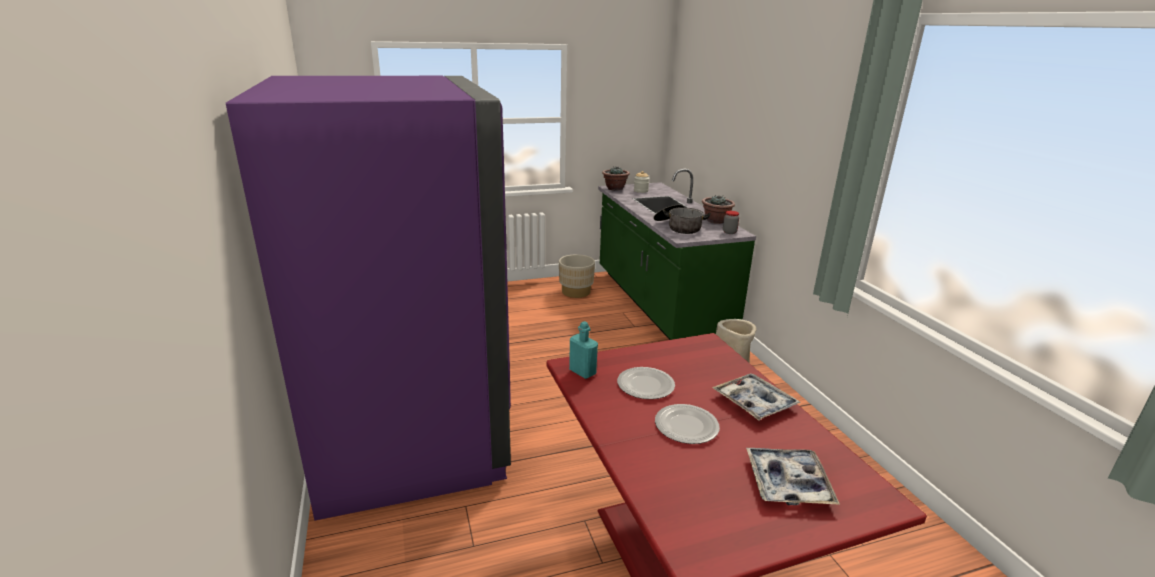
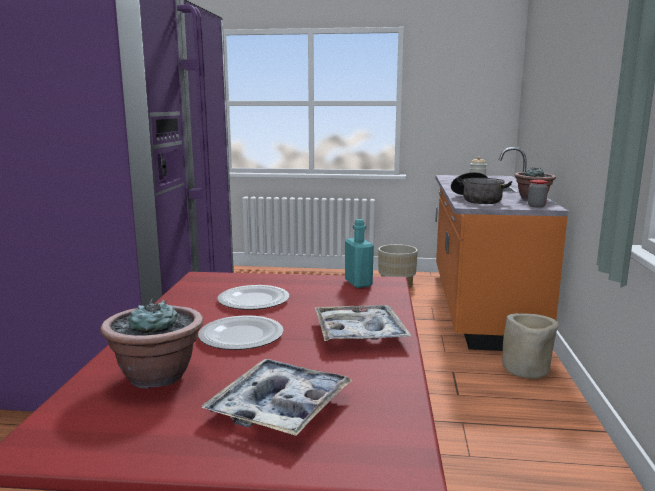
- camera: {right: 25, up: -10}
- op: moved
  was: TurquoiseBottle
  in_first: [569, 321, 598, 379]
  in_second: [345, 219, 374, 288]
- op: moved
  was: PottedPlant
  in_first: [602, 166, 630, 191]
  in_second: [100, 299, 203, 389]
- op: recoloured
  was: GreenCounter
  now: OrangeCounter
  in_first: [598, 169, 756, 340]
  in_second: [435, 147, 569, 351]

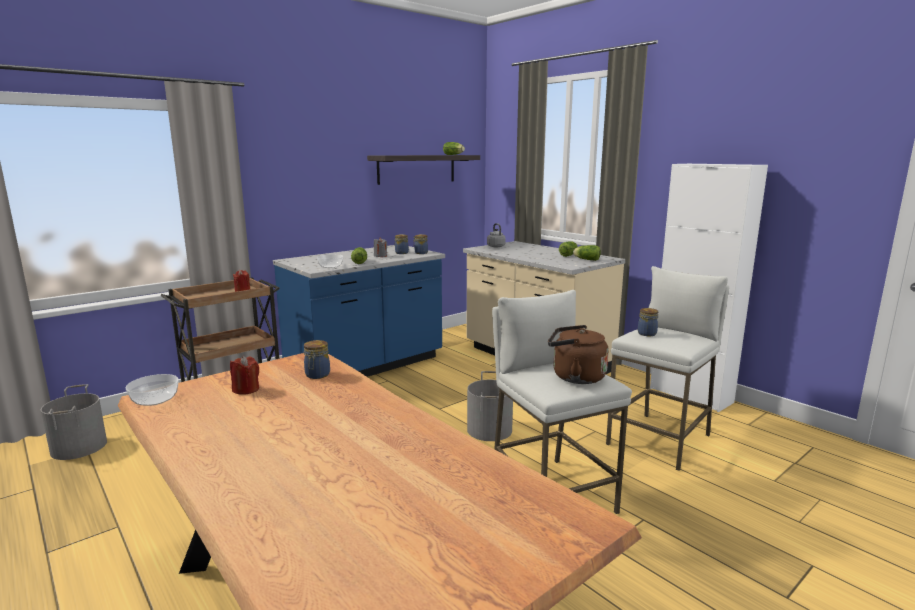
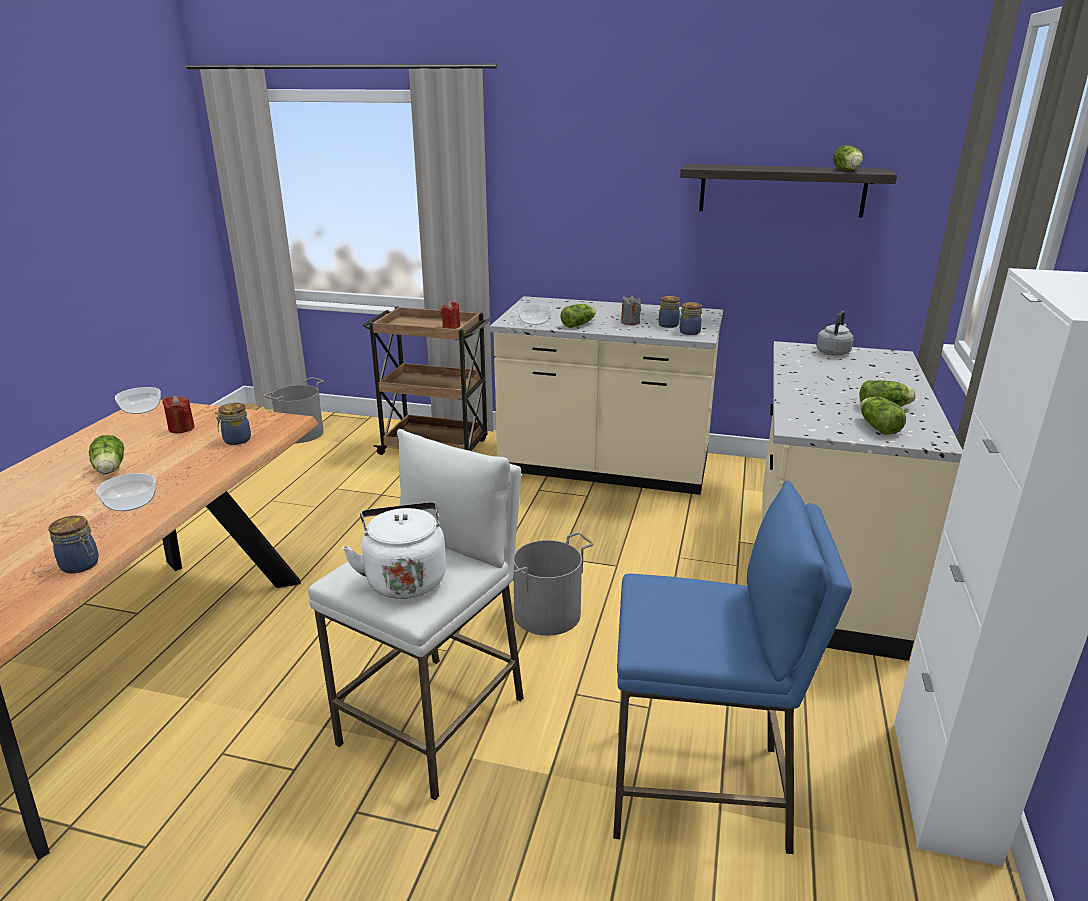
- camera: {right: 55, up: 10}
- op: added
  now: Lettuce
  in_second: [89, 435, 124, 474]
- op: added
  now: Bowl
  in_second: [96, 473, 156, 511]
- op: moved
  was: Jar
  in_first: [638, 308, 658, 336]
  in_second: [48, 515, 99, 574]
- op: recoloured
  was: BlueCounter
  now: BeigeCounter
  in_first: [273, 245, 445, 377]
  in_second: [490, 296, 723, 495]
- op: recoloured
  was: BrownKettle
  now: WhiteKettle
  in_first: [548, 325, 609, 384]
  in_second: [342, 502, 446, 599]
- op: recoloured
  was: WhiteStool
  now: BlueStool
  in_first: [606, 266, 729, 471]
  in_second: [613, 480, 852, 854]

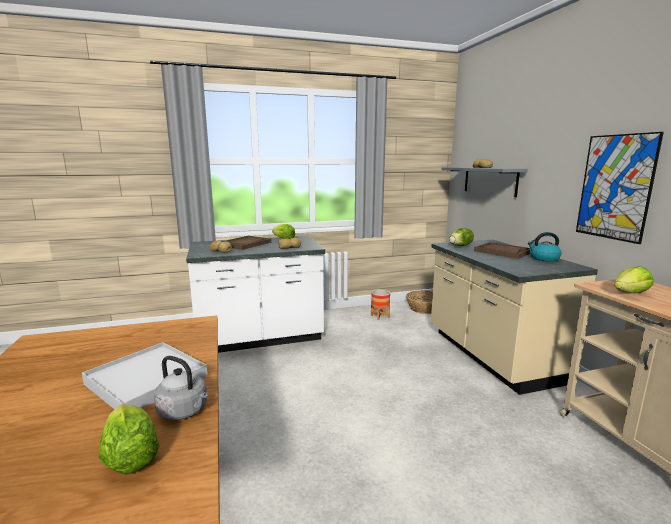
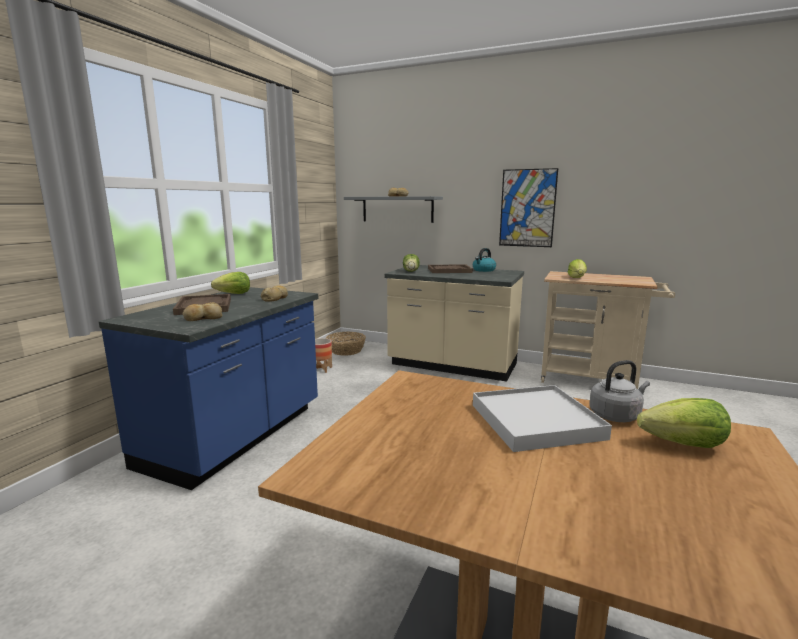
- camera: {right: -50, up: 0}
- op: recoloured
  was: WhiteCounter
  now: BlueCounter
  in_first: [186, 236, 325, 353]
  in_second: [99, 287, 318, 490]

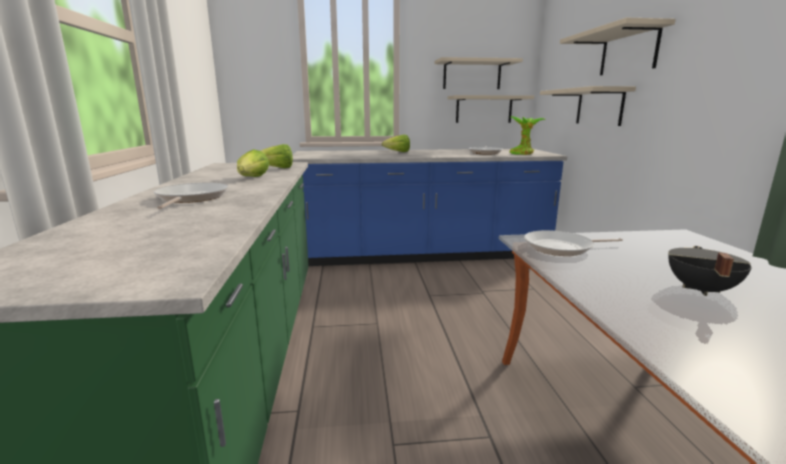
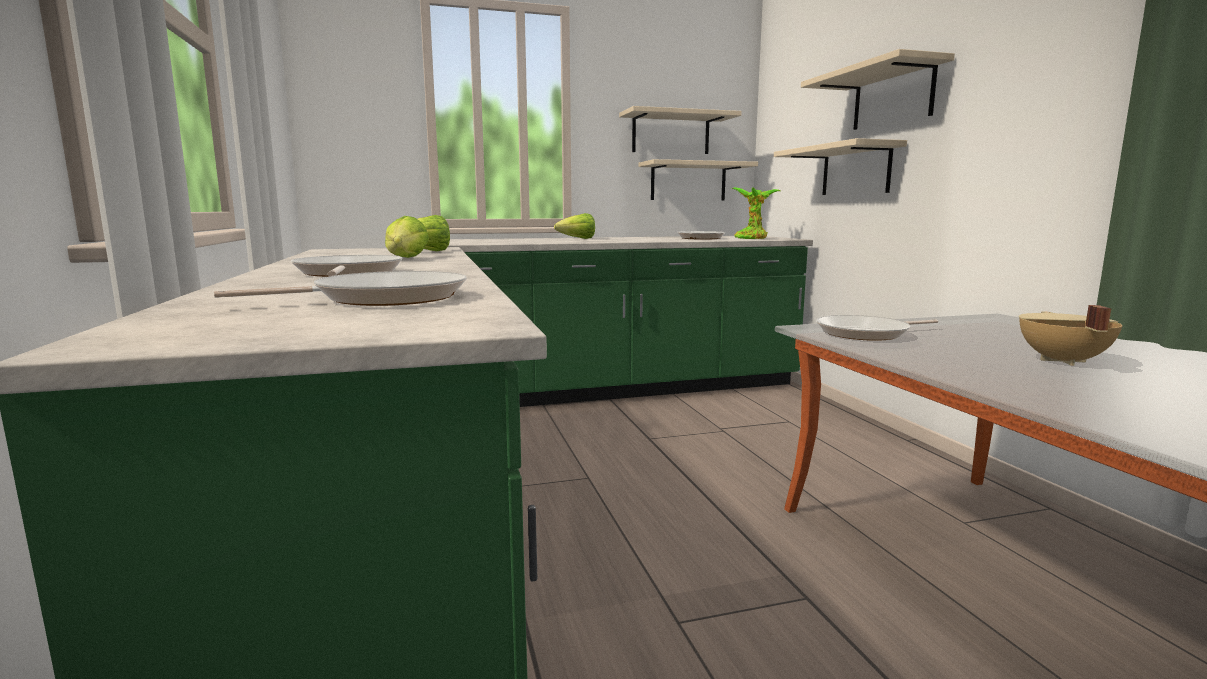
- camera: {right: -10, up: -5}
- op: added
  now: FryingPan
  in_second: [214, 271, 467, 306]
- op: recoloured
  was: BlueCounter
  now: GreenCounter
  in_first: [292, 149, 567, 266]
  in_second: [448, 236, 813, 407]
- op: recoloured
  was: BlackCookingPot
  now: BeigeCookingPot
  in_first: [668, 246, 752, 296]
  in_second: [1019, 305, 1122, 366]

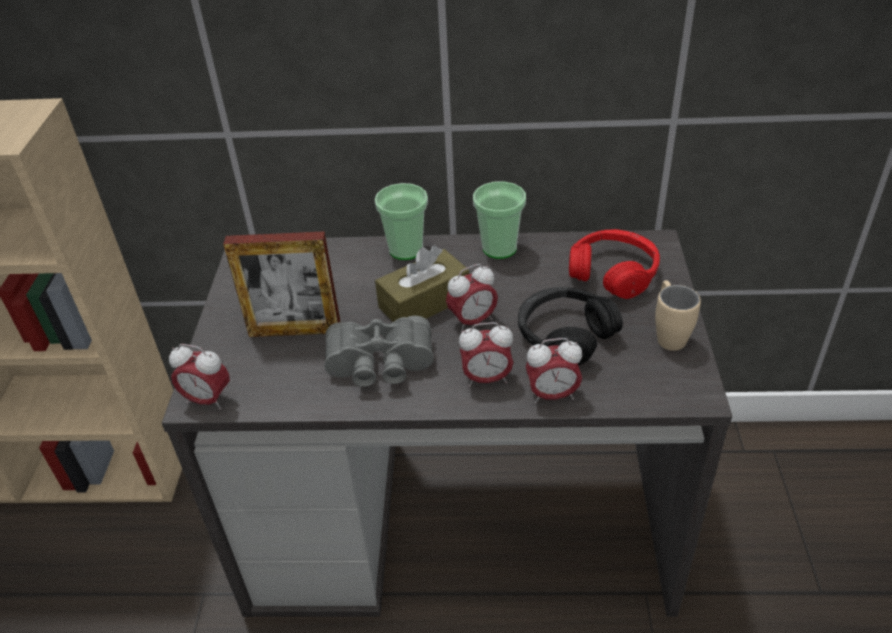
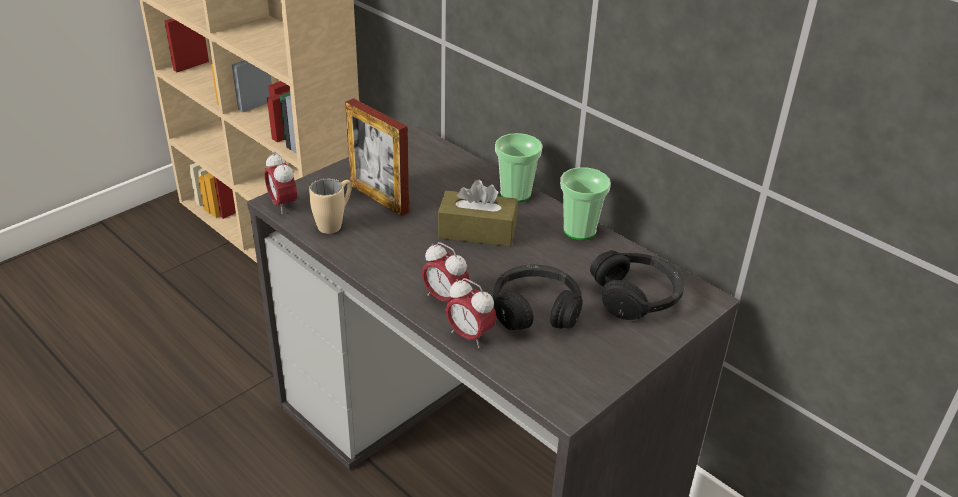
- camera: {right: 40, up: -5}
- op: removed
  was: GreyBinoculars
  in_first: [324, 316, 434, 387]
- op: removed
  was: AlarmClock
  in_first: [446, 264, 498, 332]
- op: moved
  was: BeigeMug
  in_first: [655, 281, 701, 351]
  in_second: [309, 178, 352, 234]
- op: recoloured
  was: RedHeadphones
  now: BlackHeadphones
  in_first: [569, 229, 660, 299]
  in_second: [590, 250, 684, 320]

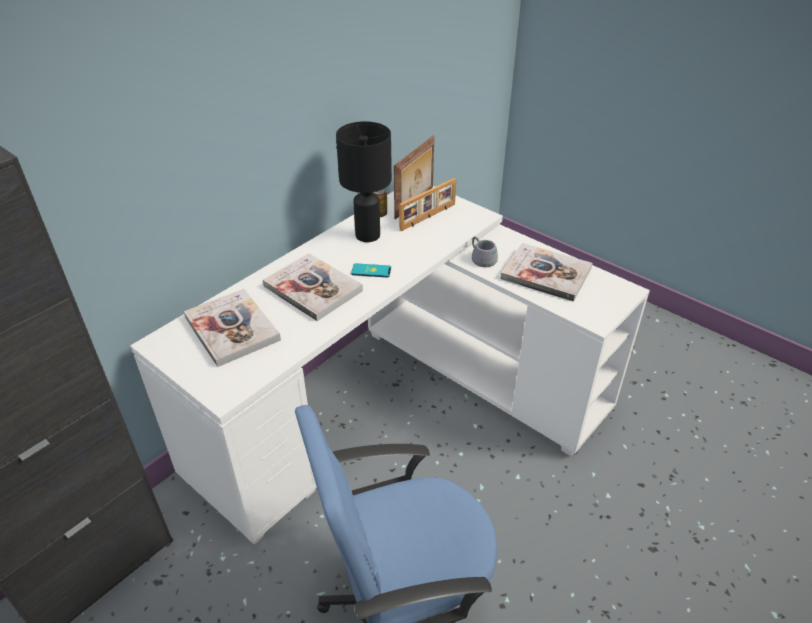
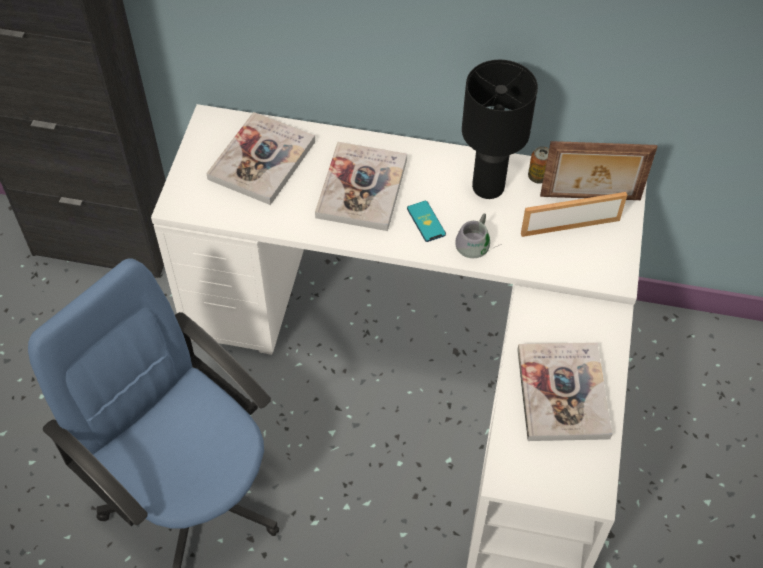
- camera: {right: 60, up: 15}
- op: moved
  was: GreyMug
  in_first: [472, 236, 498, 267]
  in_second: [455, 213, 502, 258]
- op: turned
  was: PictureFrame
  in_first: [399, 178, 456, 231]
  in_second: [521, 192, 627, 237]
  clockwise: 150

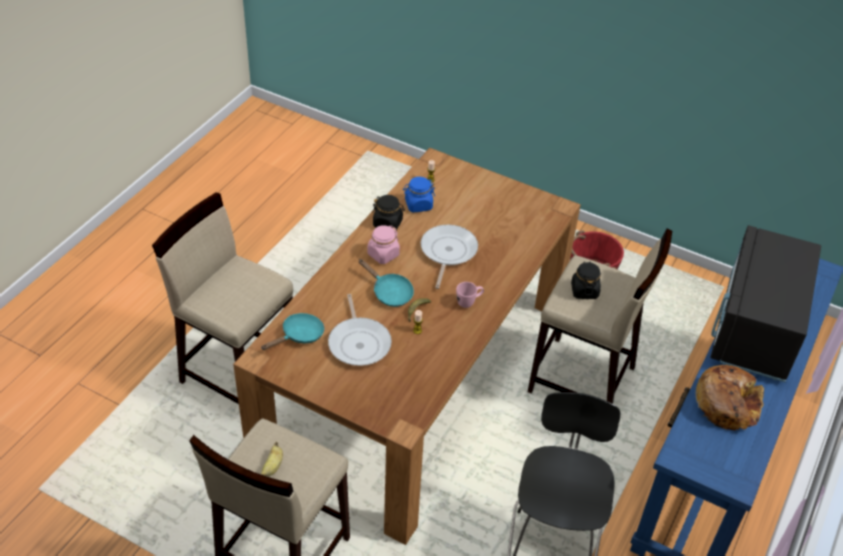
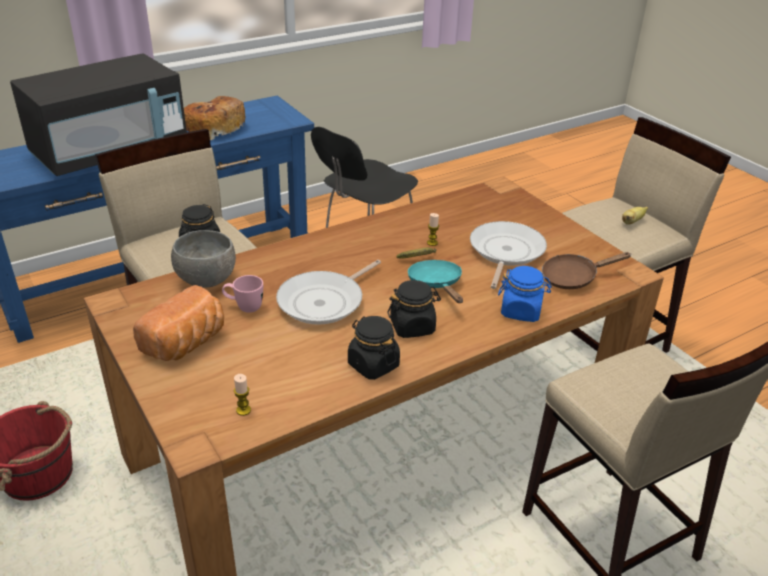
- camera: {right: -150, up: -10}
- op: added
  now: Bread
  in_second: [133, 285, 224, 361]
- op: added
  now: GreyBowl
  in_second: [171, 230, 236, 288]
- op: moved
  was: BlueJar
  in_first: [403, 177, 435, 212]
  in_second: [498, 266, 552, 322]
- op: moved
  was: PinkMug
  in_first: [456, 282, 484, 308]
  in_second: [222, 275, 263, 313]
- op: recoloured
  was: TurquoiseFryingPan
  now: BrownFryingPan
  in_first: [261, 313, 324, 350]
  in_second: [542, 252, 631, 289]
- op: recoloured
  was: PinkJar
  now: BlackJar
  in_first: [368, 225, 400, 264]
  in_second: [387, 280, 441, 338]

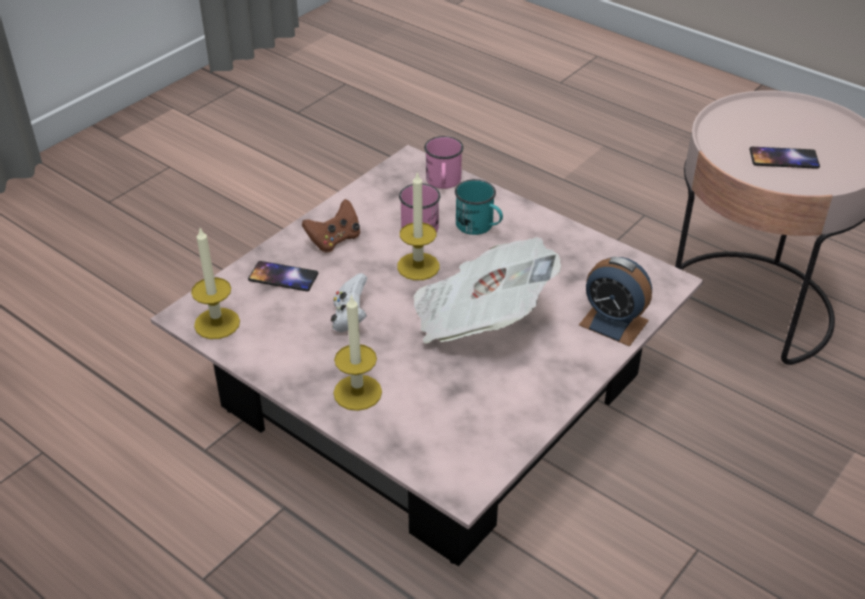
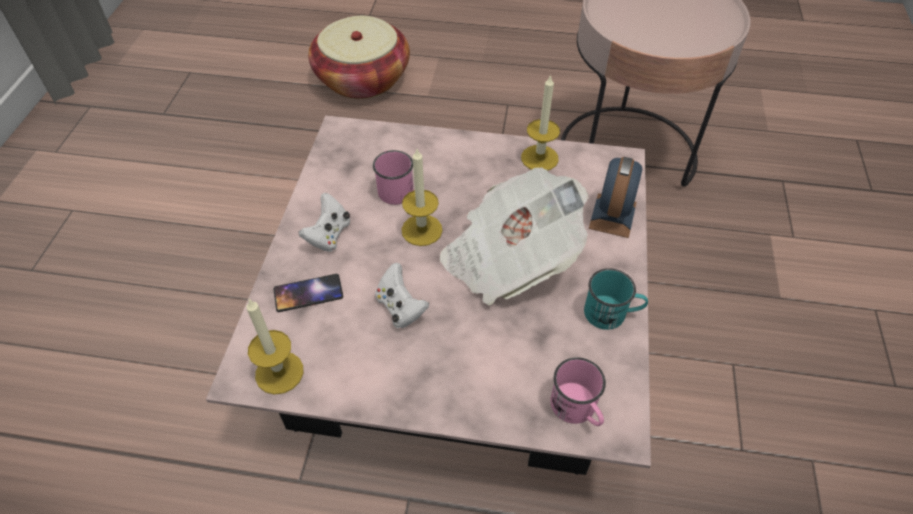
- camera: {right: -30, up: 10}
- op: removed
  was: Phone
  in_first: [749, 147, 820, 169]
- op: added
  now: Basket
  in_second: [308, 16, 410, 99]
- op: moved
  was: Candle
  in_first: [334, 294, 382, 411]
  in_second: [521, 74, 560, 171]
- op: moved
  was: PinkMug
  in_first: [424, 136, 463, 189]
  in_second: [550, 357, 606, 426]
- op: moved
  was: TurquoiseMug
  in_first: [455, 179, 503, 235]
  in_second: [584, 268, 648, 330]
- op: recoloured
  was: BrownGameController
  now: WhiteGameController
  in_first: [302, 199, 360, 252]
  in_second: [298, 193, 350, 252]
- op: turned
  was: AlarmClock
  in_first: [579, 257, 652, 346]
  in_second: [589, 157, 642, 238]
  clockwise: -75

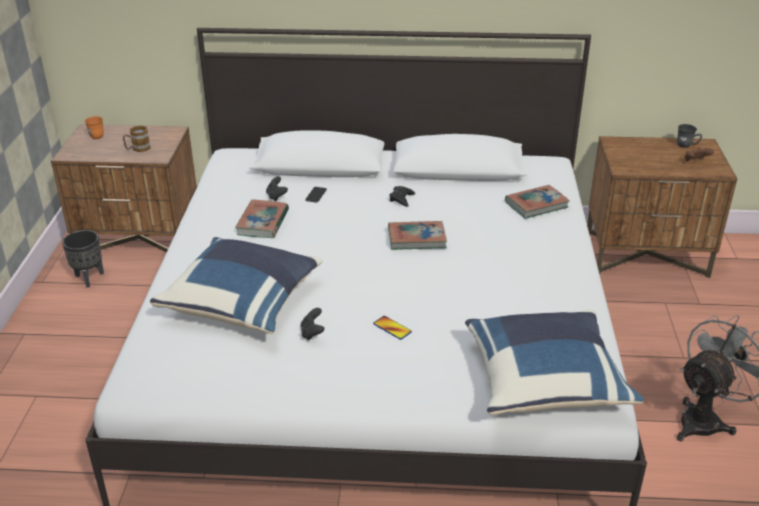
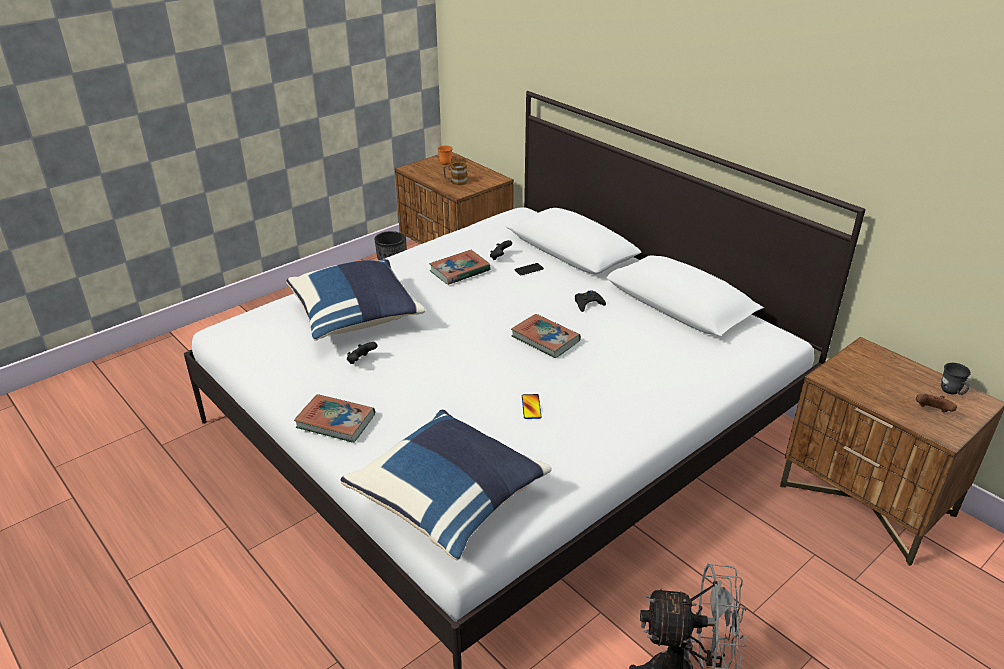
- camera: {right: 45, up: 0}
- op: moved
  was: Phone
  in_first: [373, 316, 412, 340]
  in_second: [522, 394, 542, 419]
- op: moved
  was: Book
  in_first: [505, 185, 570, 219]
  in_second: [294, 394, 375, 443]

